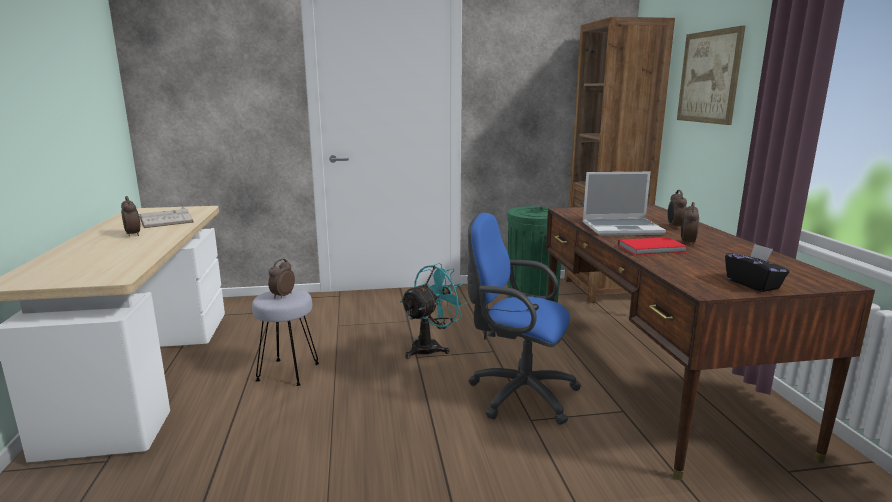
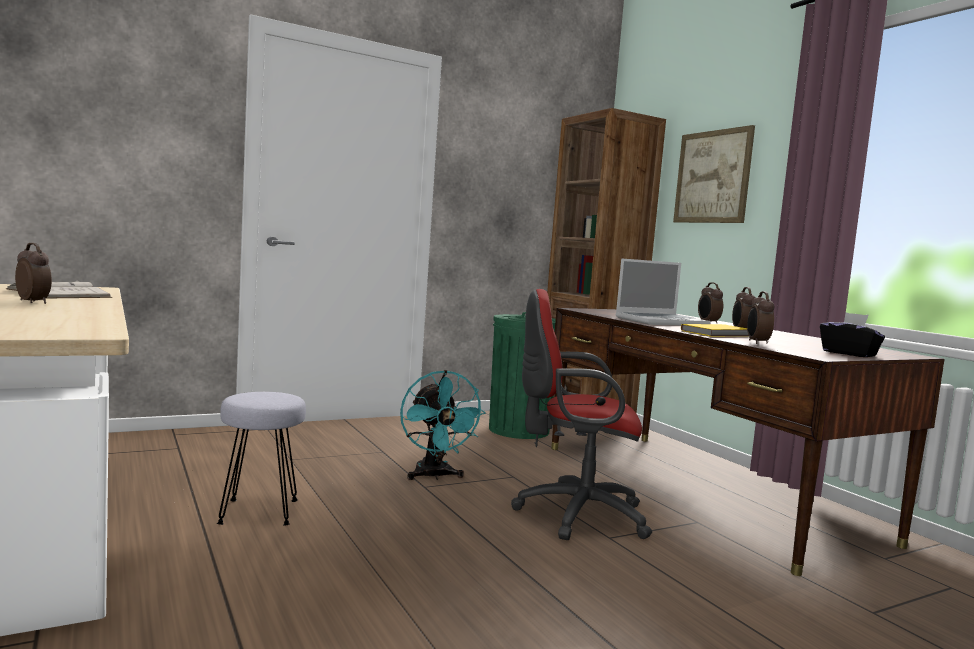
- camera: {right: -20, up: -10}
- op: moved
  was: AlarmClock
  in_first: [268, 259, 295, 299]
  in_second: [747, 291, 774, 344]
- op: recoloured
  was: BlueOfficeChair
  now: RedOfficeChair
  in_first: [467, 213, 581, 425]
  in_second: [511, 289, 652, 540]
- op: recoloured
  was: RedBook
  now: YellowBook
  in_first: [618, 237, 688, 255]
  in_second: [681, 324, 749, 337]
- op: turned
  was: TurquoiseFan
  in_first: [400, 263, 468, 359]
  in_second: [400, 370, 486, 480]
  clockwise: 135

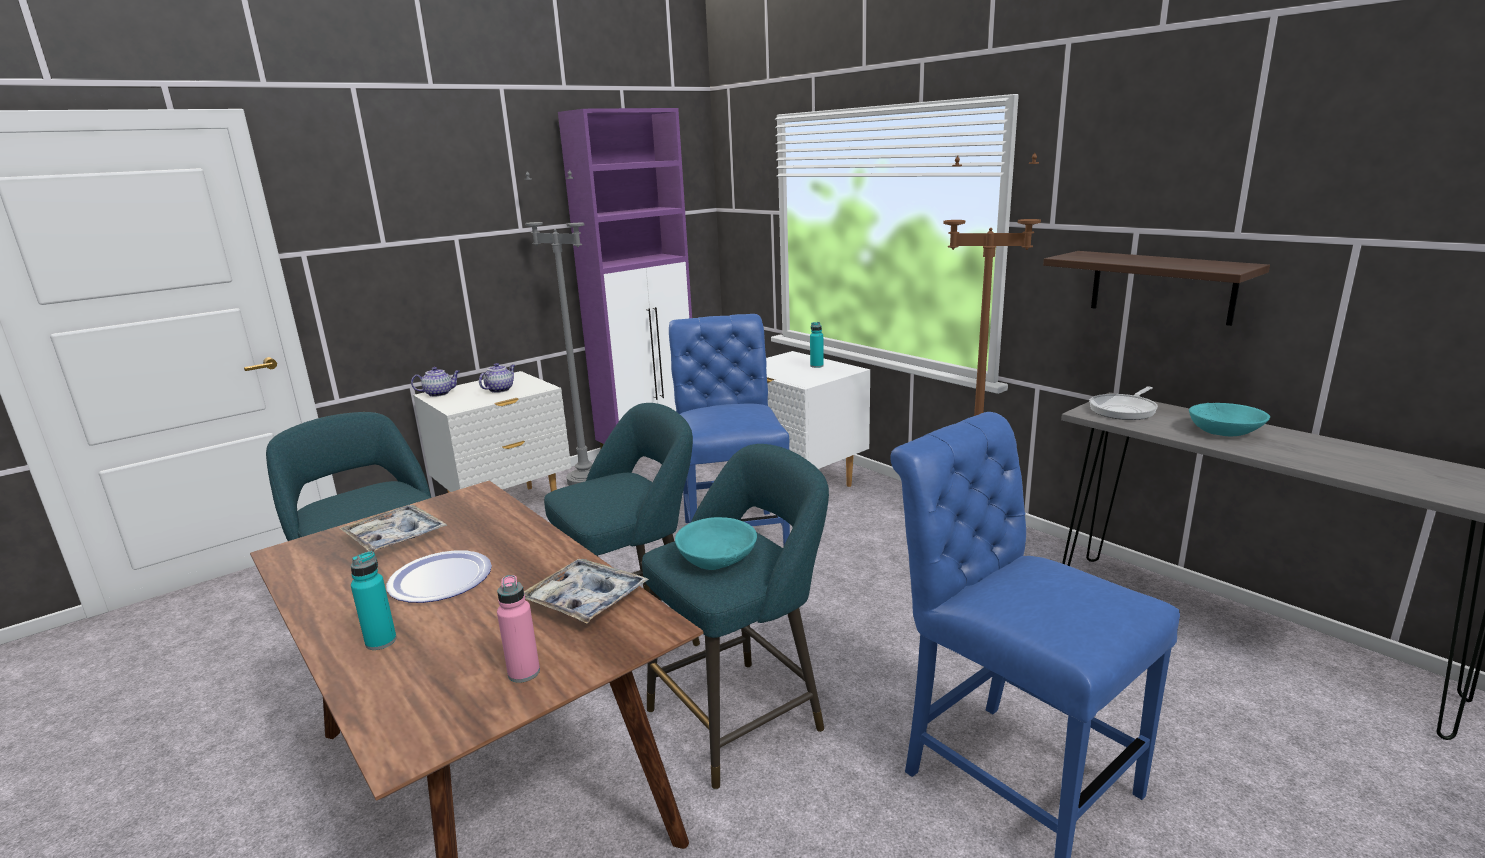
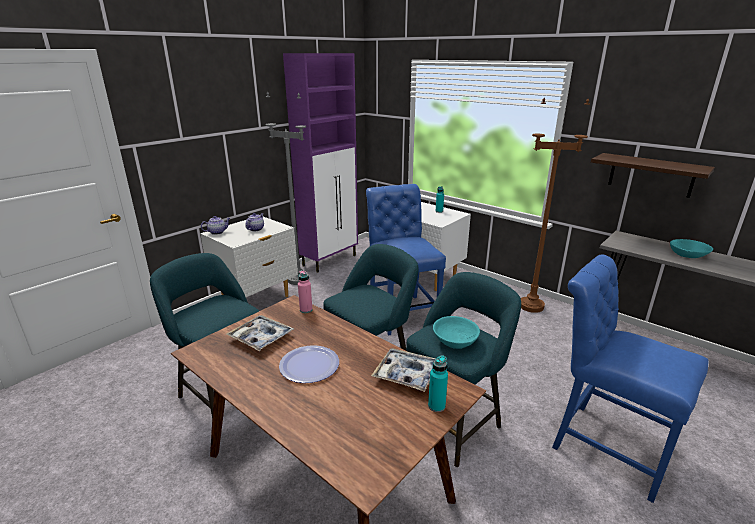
- camera: {right: -10, up: 5}
- op: removed
  was: FryingPan
  in_first: [1089, 386, 1158, 420]
- op: moved
  was: TurquoiseBottle
  in_first: [351, 551, 397, 650]
  in_second: [428, 355, 448, 412]
- op: moved
  was: PinkBottle
  in_first: [497, 575, 540, 683]
  in_second: [298, 270, 313, 313]

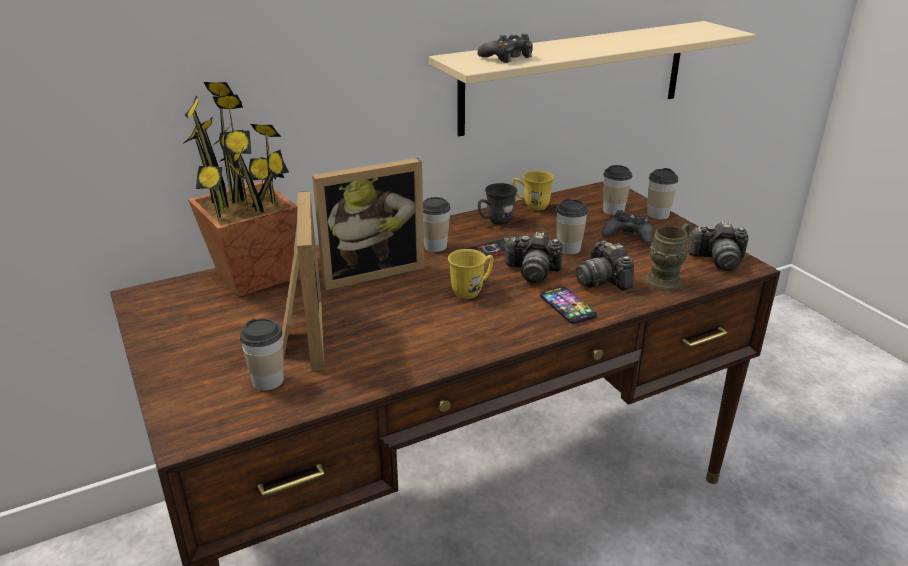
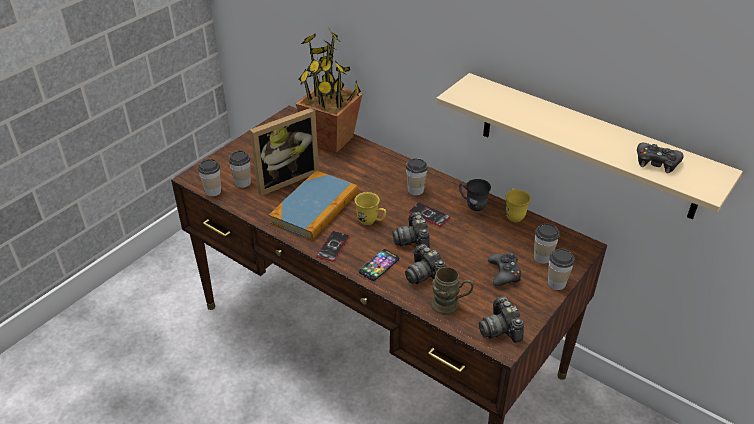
- camera: {right: 65, up: 10}
- op: removed
  was: PictureFrame
  in_first: [312, 158, 424, 290]
- op: added
  now: Book
  in_second: [269, 171, 358, 240]
- op: added
  now: Phone
  in_second: [316, 231, 350, 261]
- op: moved
  was: BlackGameController
  in_first: [477, 34, 533, 63]
  in_second: [637, 143, 684, 174]
- op: moved
  was: Cup
  in_first: [556, 198, 588, 255]
  in_second: [198, 159, 221, 197]
- op: turned
  was: PhotoCamera
  in_first: [576, 241, 634, 291]
  in_second: [405, 244, 446, 284]
  clockwise: -75

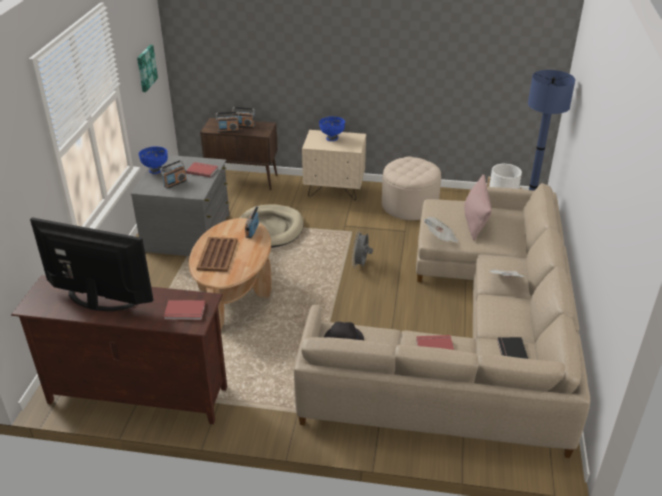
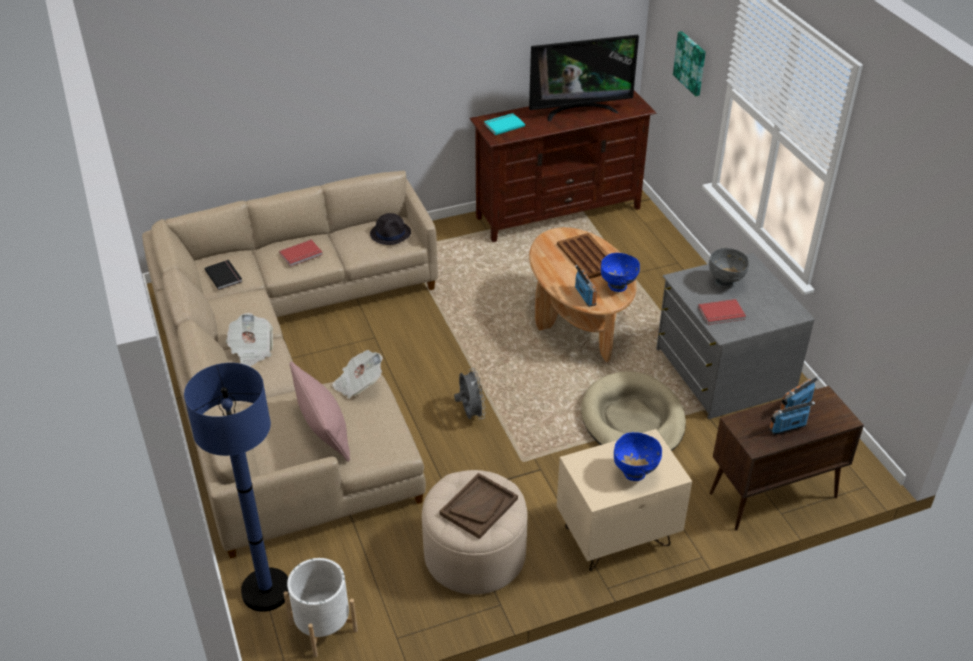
- camera: {right: 150, up: 5}
- op: added
  now: BrownTray
  in_second: [440, 473, 518, 539]
- op: moved
  was: Picture
  in_first: [137, 45, 158, 92]
  in_second: [673, 31, 706, 96]
- op: moved
  was: BlueBowl
  in_first: [138, 146, 168, 174]
  in_second: [601, 253, 640, 292]
- op: replaced
  was: Radio
  now: GreyBowl
  in_first: [160, 160, 187, 189]
  in_second: [709, 248, 749, 288]
- op: recoloured
  was: RedBook
  now: TurquoiseBook
  in_first: [164, 300, 206, 320]
  in_second: [484, 113, 525, 135]

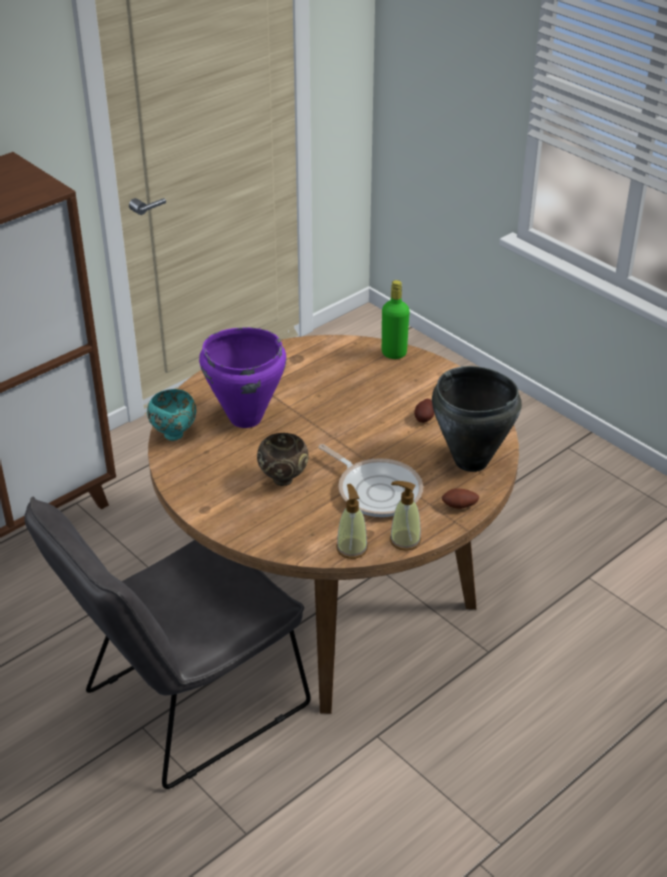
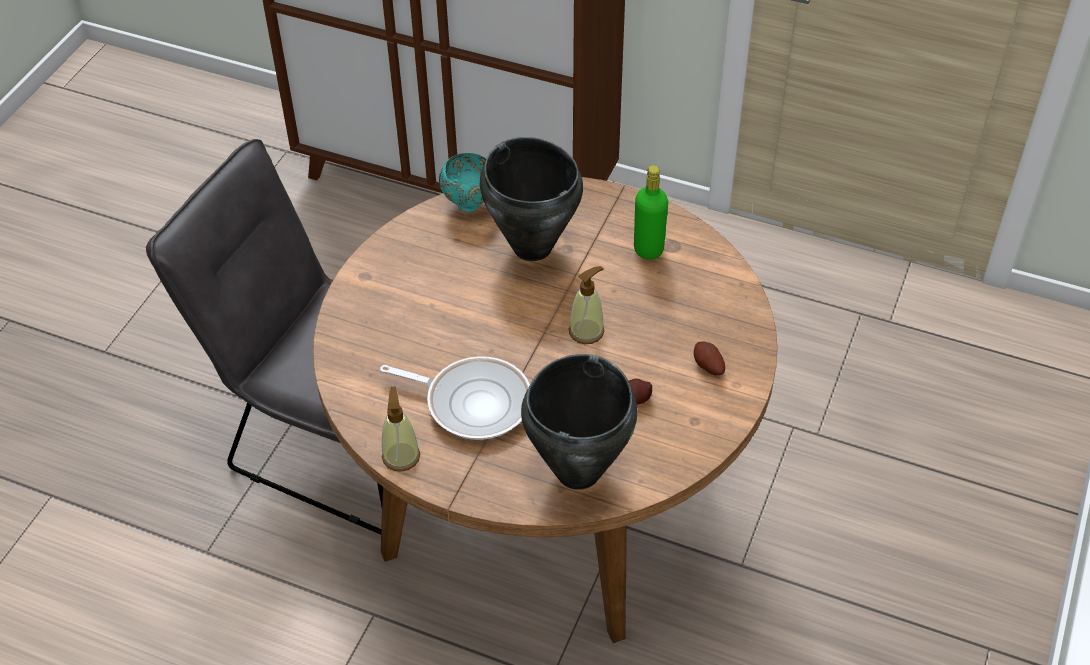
- camera: {right: 65, up: 10}
- op: removed
  was: BrownBowl
  in_first: [257, 433, 309, 486]
- op: moved
  was: SoapDispenser
  in_first: [336, 484, 368, 559]
  in_second: [569, 266, 604, 344]
- op: moved
  was: GreenBottle
  in_first: [382, 280, 410, 359]
  in_second: [634, 165, 668, 260]
- op: moved
  was: Potato
  in_first: [442, 488, 479, 509]
  in_second: [694, 342, 725, 375]
- op: recoloured
  was: PurpleCookingPot
  now: BlackCookingPot
  in_first: [199, 327, 287, 428]
  in_second: [480, 137, 583, 261]
- op: turned
  was: FryingPan
  in_first: [318, 444, 423, 517]
  in_second: [380, 356, 530, 440]
  clockwise: -90

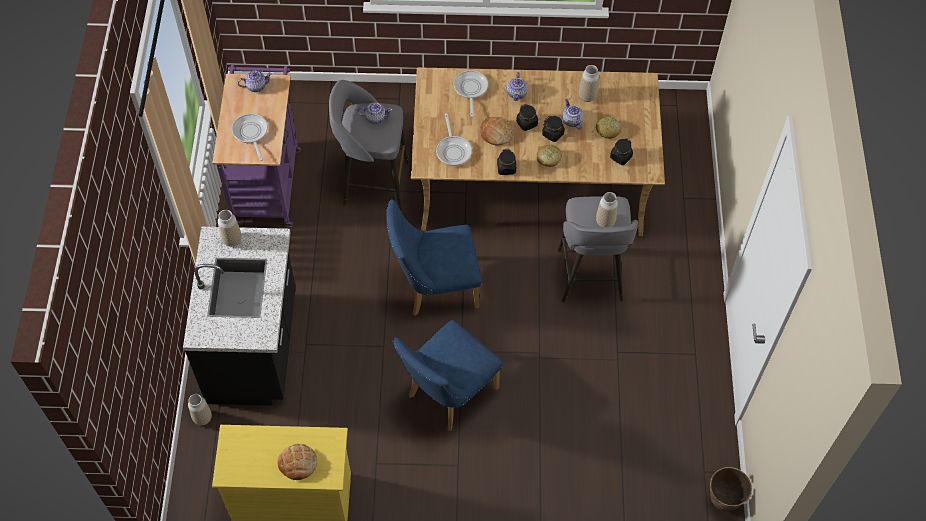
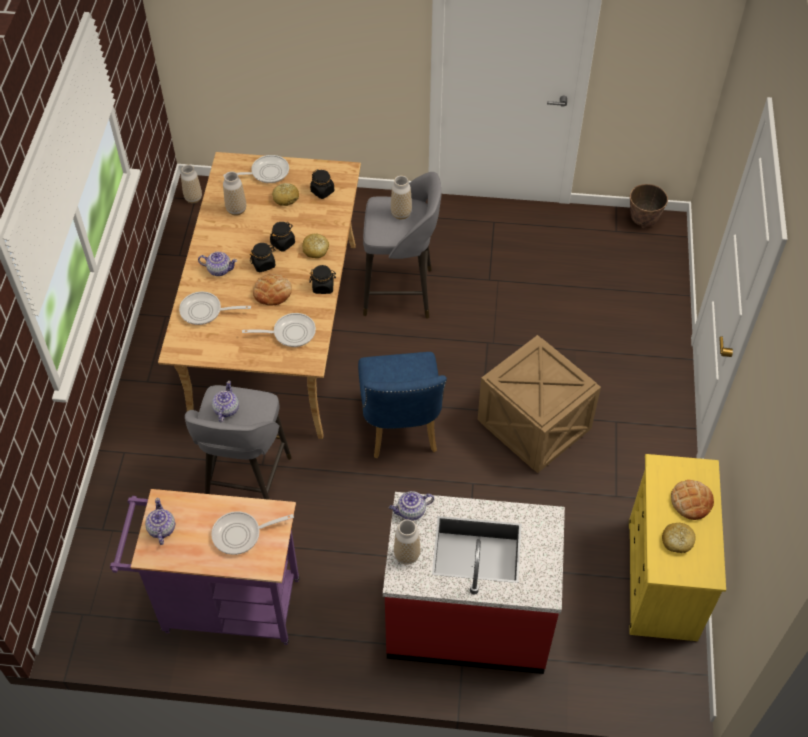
- camera: {right: -85, up: -5}
- op: added
  now: FryingPan
  in_second: [223, 155, 289, 183]
- op: added
  now: Bread
  in_second: [662, 523, 696, 553]
- op: moved
  was: Vase
  in_first: [188, 394, 212, 426]
  in_second: [181, 165, 202, 203]
- op: moved
  was: Teapot
  in_first: [562, 99, 584, 130]
  in_second: [389, 491, 434, 521]
- op: replaced
  was: BlueChair
  now: Crate
  in_first: [392, 320, 503, 431]
  in_second: [478, 335, 601, 473]
- op: recoloured
  was: BlackCounter
  now: RedCounter
  in_first: [183, 227, 296, 406]
  in_second: [383, 492, 565, 674]

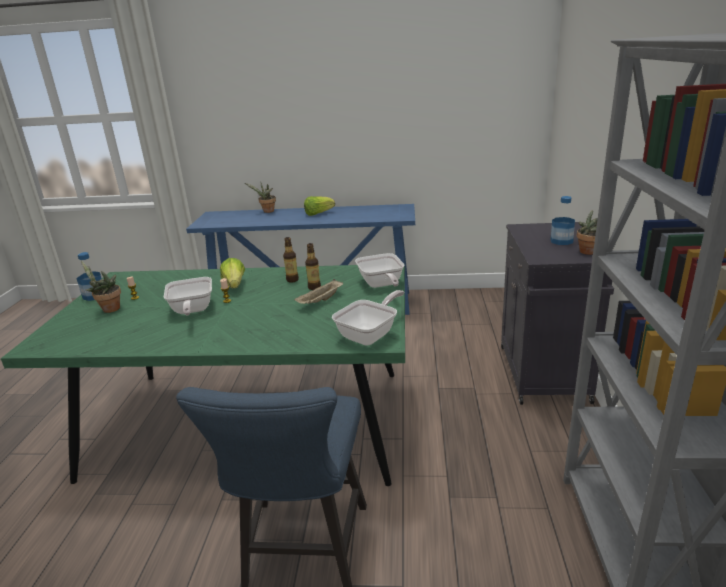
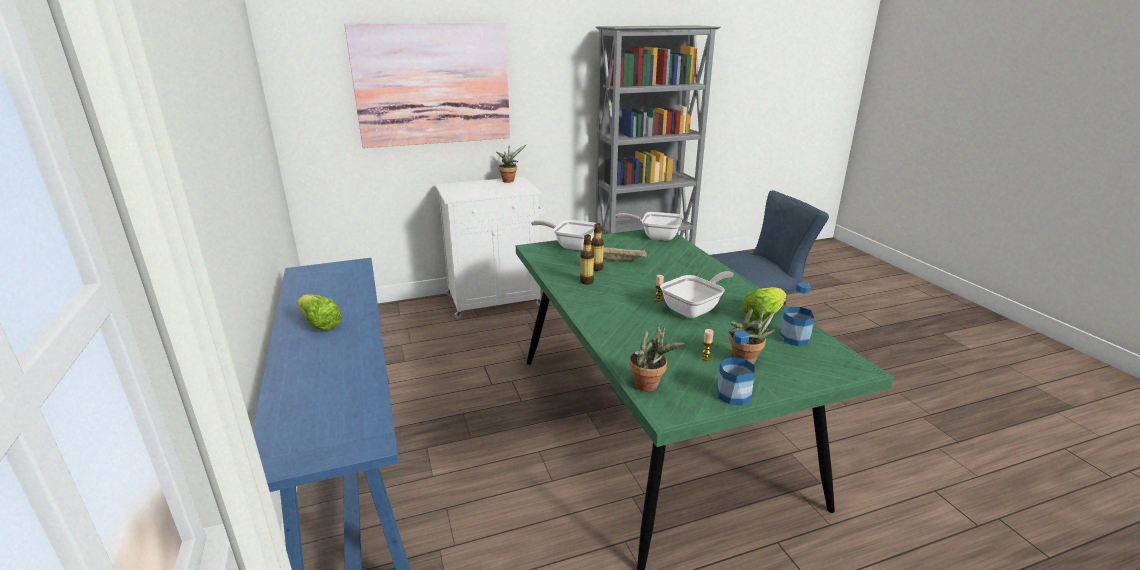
- camera: {right: -115, up: 0}
- op: added
  now: Picture
  in_second: [344, 22, 510, 148]
- op: moved
  was: Lettuce
  in_first: [220, 258, 245, 288]
  in_second: [742, 287, 787, 321]
- op: moved
  was: PottedPlant
  in_first: [245, 182, 276, 213]
  in_second: [629, 325, 685, 392]
- op: moved
  was: Bottle
  in_first: [551, 196, 575, 245]
  in_second: [780, 282, 814, 346]
- op: recoloured
  was: BlackCabinet
  now: WhiteCabinet
  in_first: [501, 222, 614, 405]
  in_second: [435, 177, 545, 319]
- op: turned
  was: FryingPan
  in_first: [355, 253, 404, 288]
  in_second: [531, 220, 596, 251]
  clockwise: -120

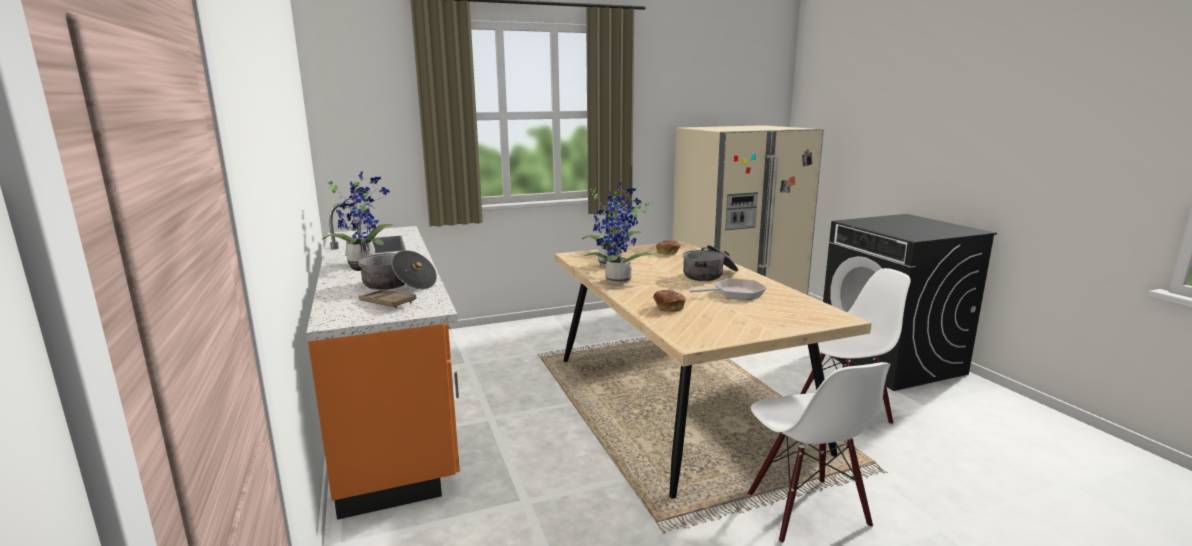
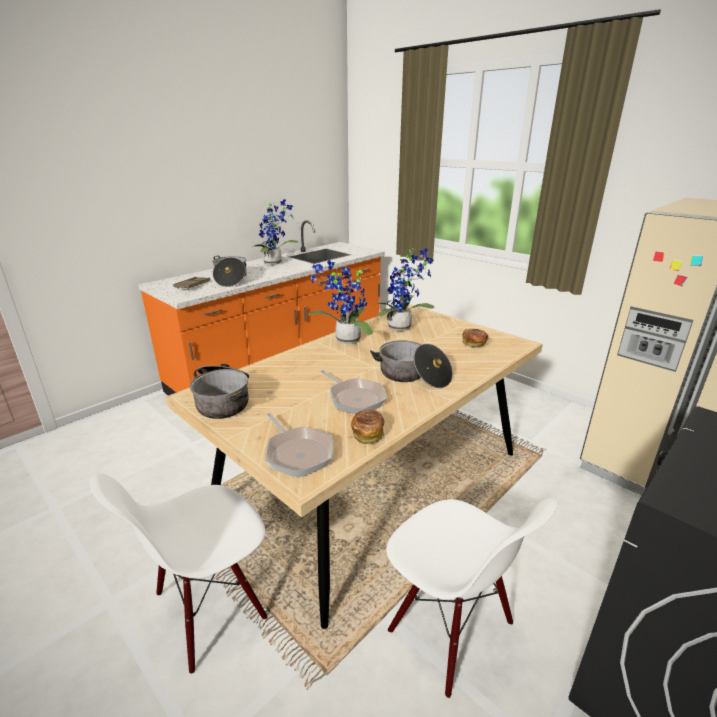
- camera: {right: 65, up: 10}
- op: added
  now: CookingPot
  in_second: [190, 364, 249, 419]
- op: added
  now: FryingPan
  in_second: [265, 413, 333, 478]
- op: moved
  was: Bread
  in_first: [653, 290, 685, 312]
  in_second: [351, 410, 385, 444]

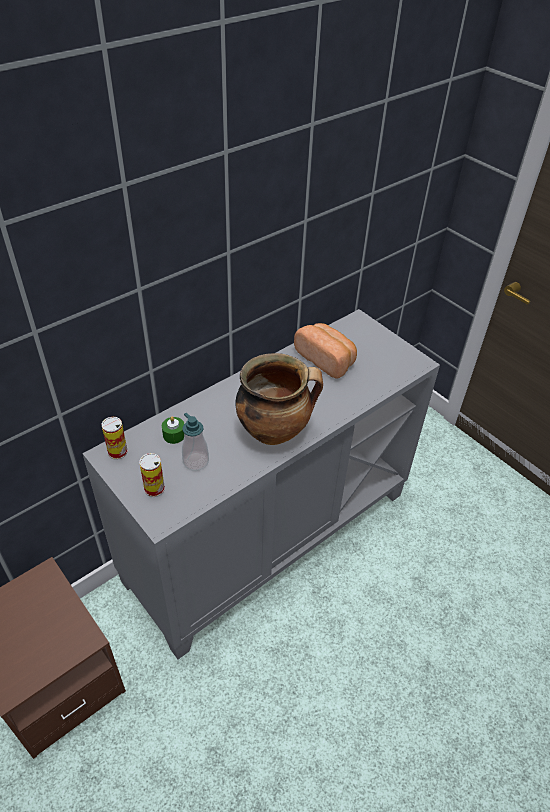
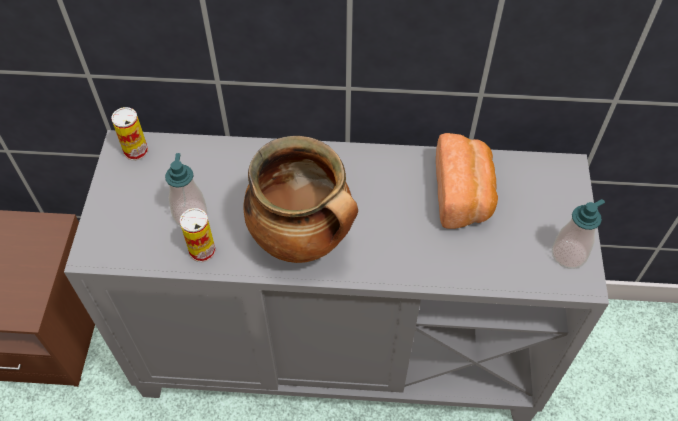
- camera: {right: 45, up: 10}
- op: removed
  was: GreenCandle
  in_first: [162, 416, 184, 444]
- op: added
  now: SoapDispenser
  in_second: [552, 199, 605, 269]
- op: moved
  was: Can
  in_first: [139, 453, 165, 497]
  in_second: [180, 208, 216, 262]

